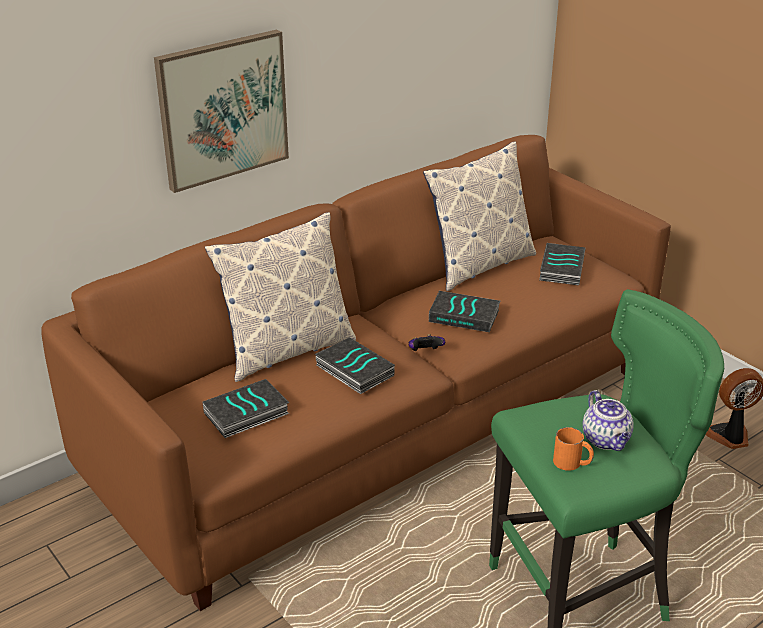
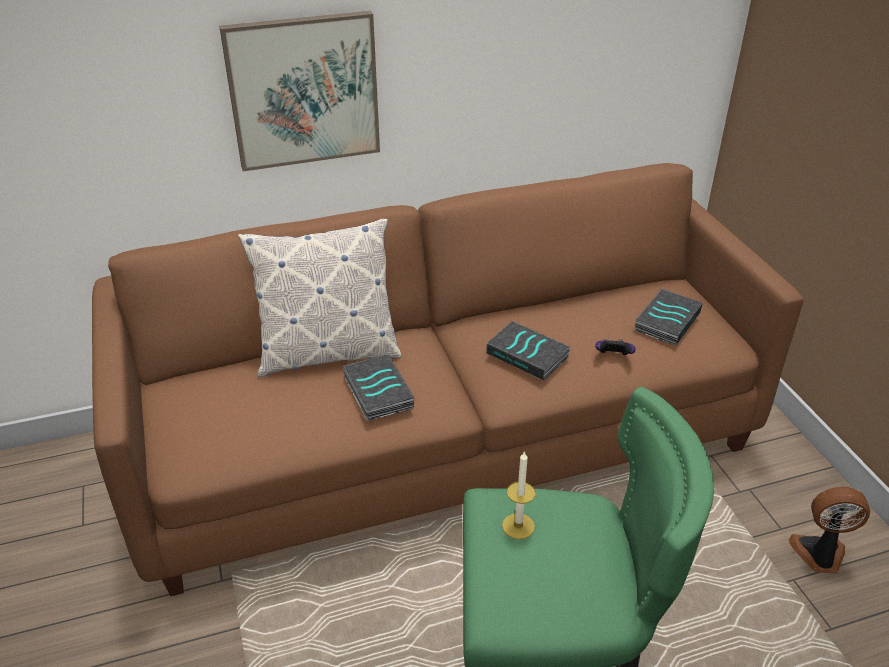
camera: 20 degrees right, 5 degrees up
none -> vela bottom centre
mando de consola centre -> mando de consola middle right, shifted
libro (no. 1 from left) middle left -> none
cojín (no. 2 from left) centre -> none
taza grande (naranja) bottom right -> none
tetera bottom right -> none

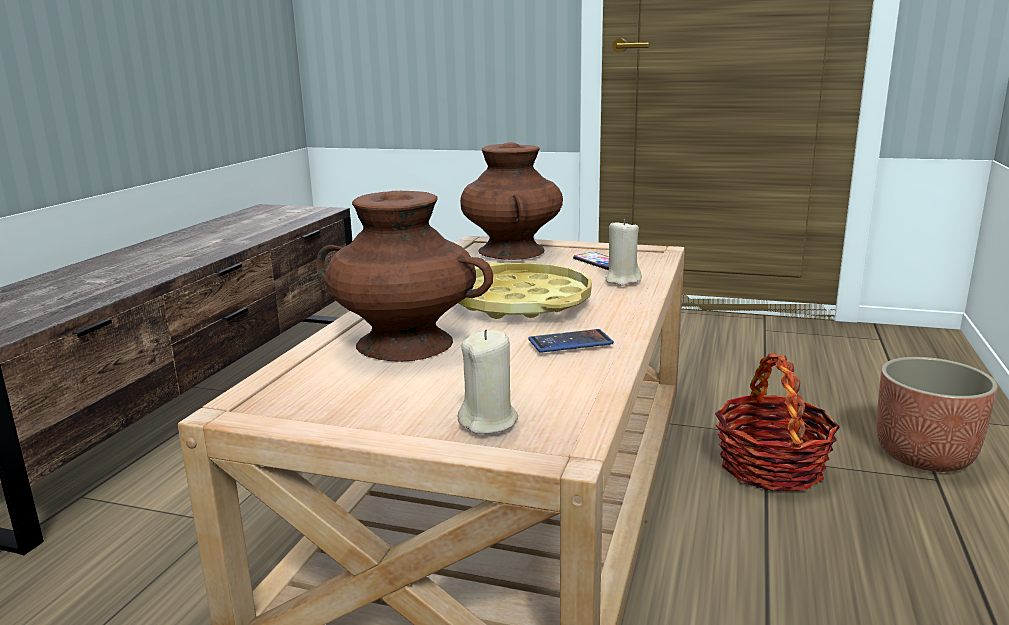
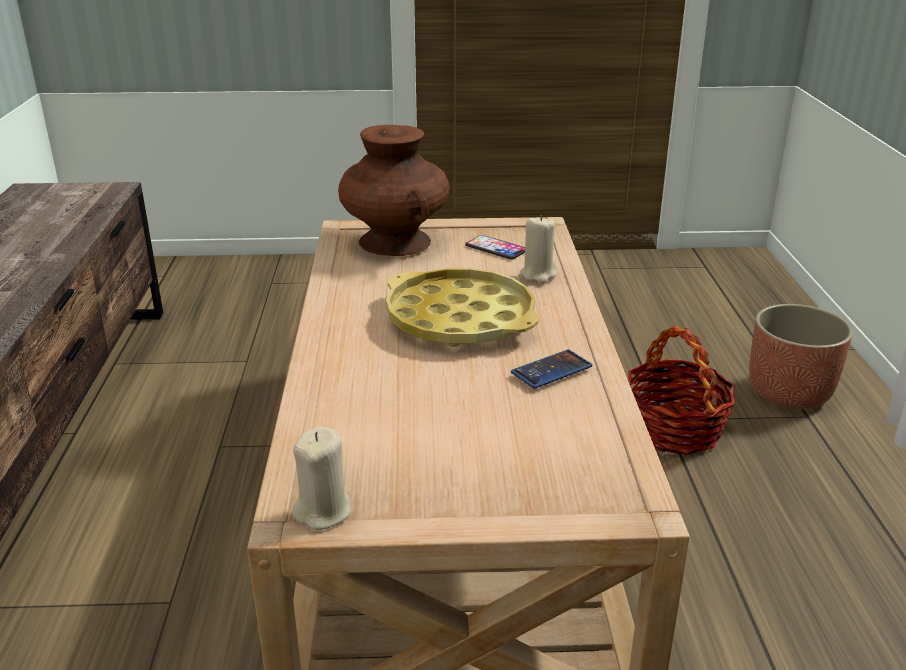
camera: 20 degrees left, 10 degrees up
vela (beis) (no. 1 from left) centre -> vela (beis) (no. 1 from left) bottom centre, shifted
florero (marrón) (no. 1 from left) centre -> none

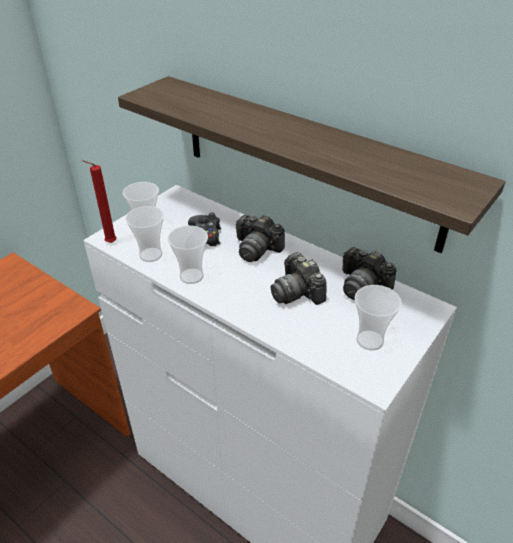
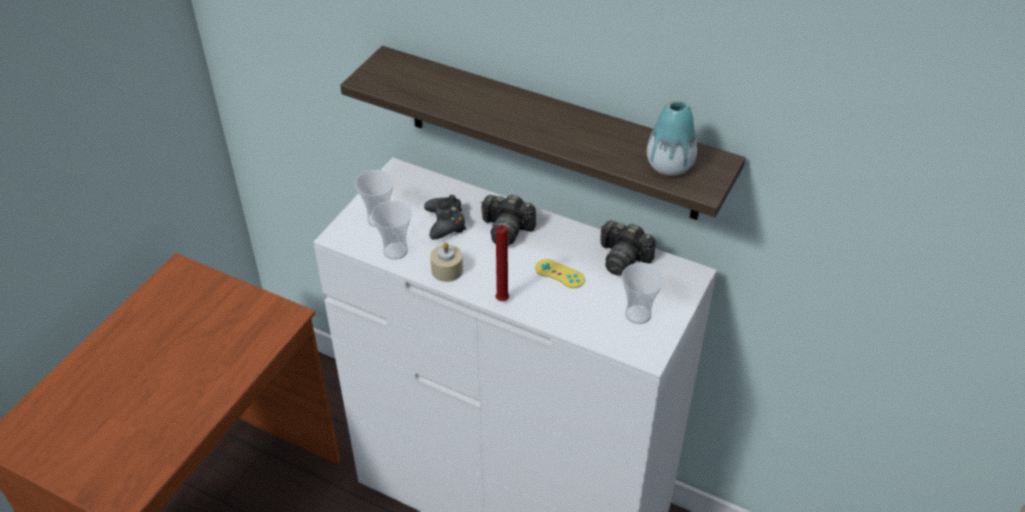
camera: 10 degrees left, 5 degrees up
taza (no. 3 from left) centre -> vela (beis) centre
vela (rojo) middle left -> vela (rojo) centre, shifted
cámara (no. 2 from left) centre -> mando de consola (amarillo) centre
none -> florero top centre

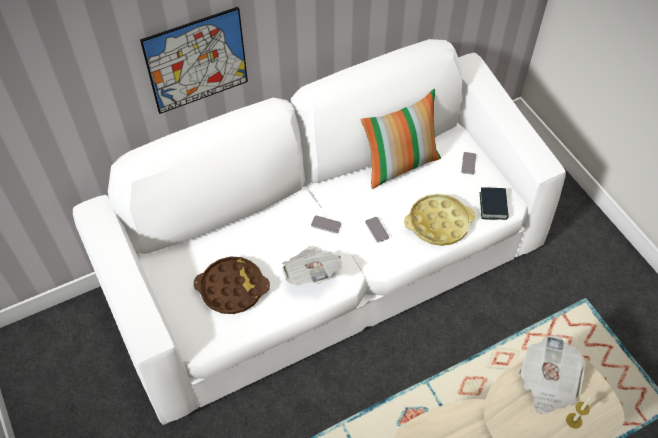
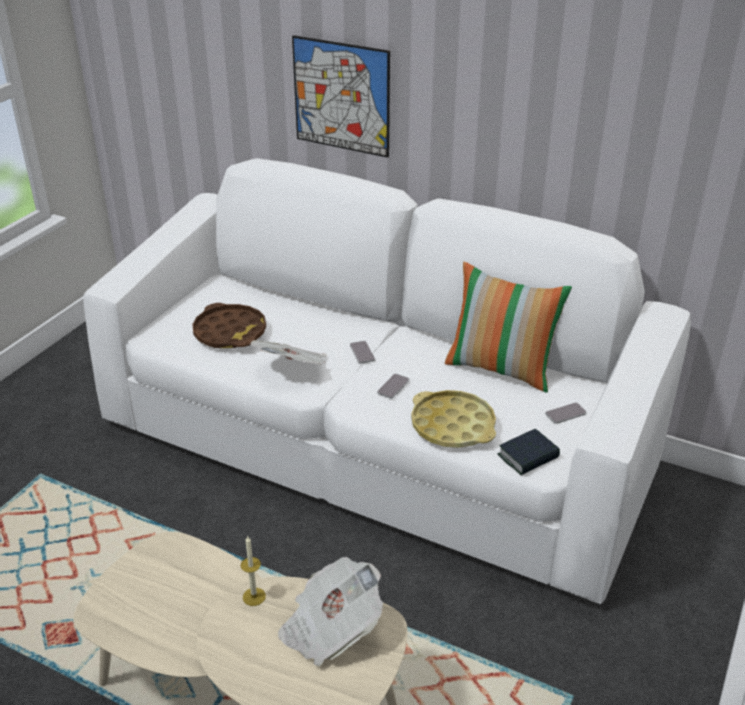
camera: 55 degrees right, 20 degrees down
vela bottom right -> vela bottom centre, shifted

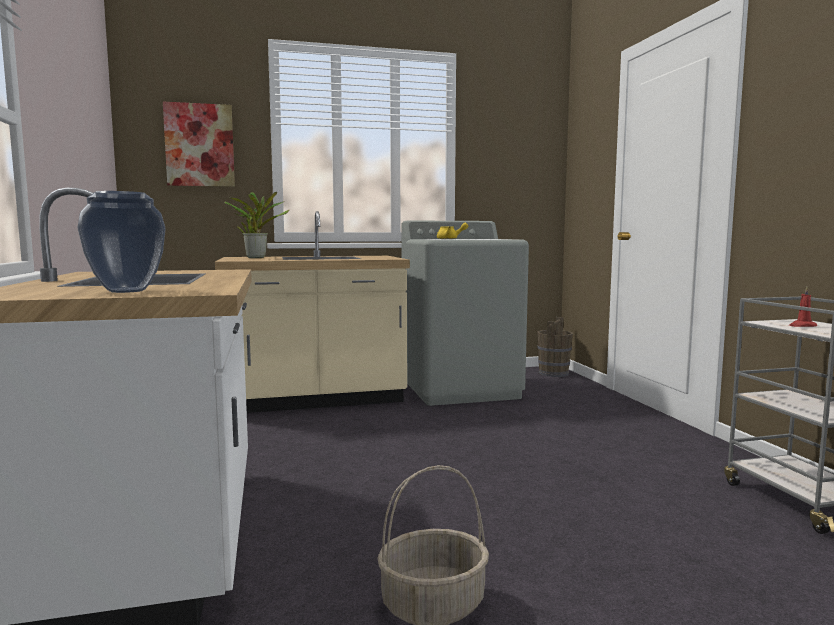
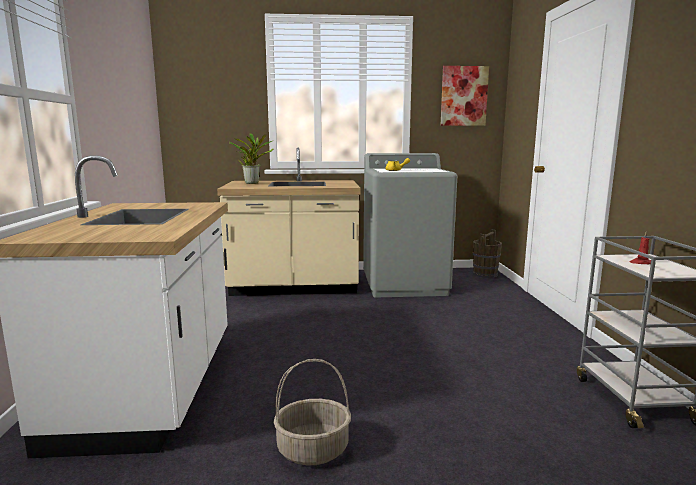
camera: 10 degrees right, 5 degrees up
cuadro top left -> cuadro top right, shifted
florero middle left -> none

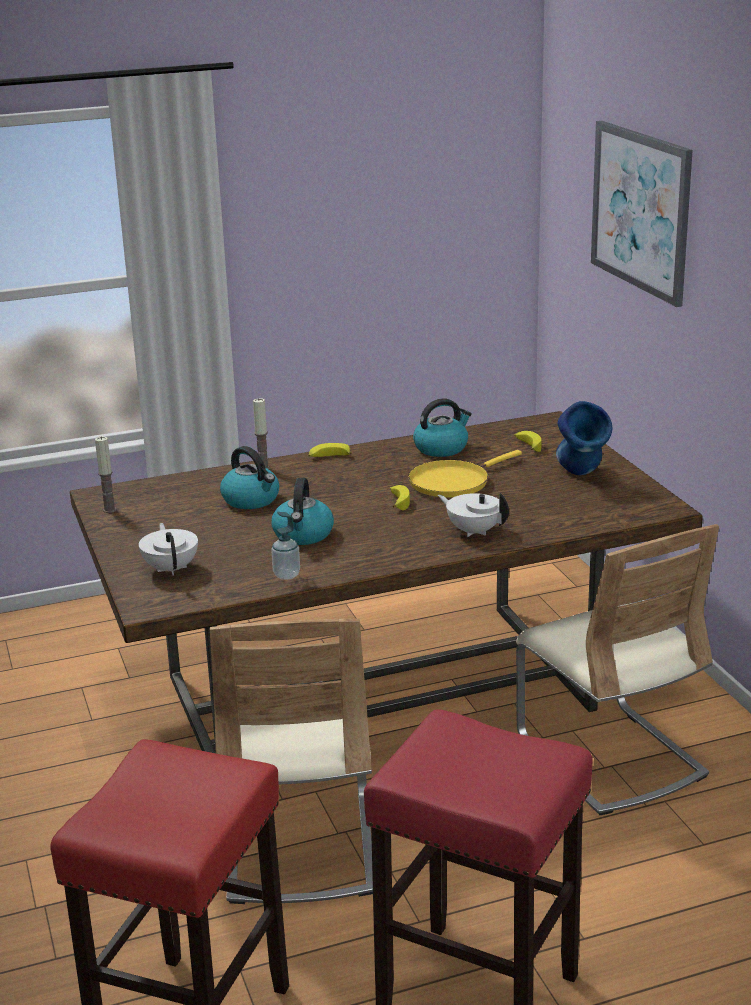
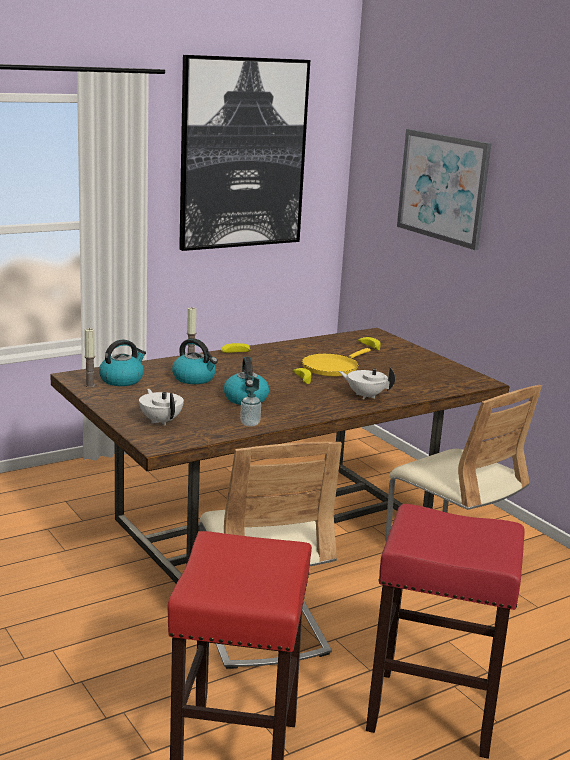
camera: 15 degrees left, 5 degrees down
hervidor (no. 3 from left in the first image) centre -> hervidor (no. 1 from left) middle left, shifted
none -> cuadro (no. 1 from left) top centre
florero (azul) middle right -> none

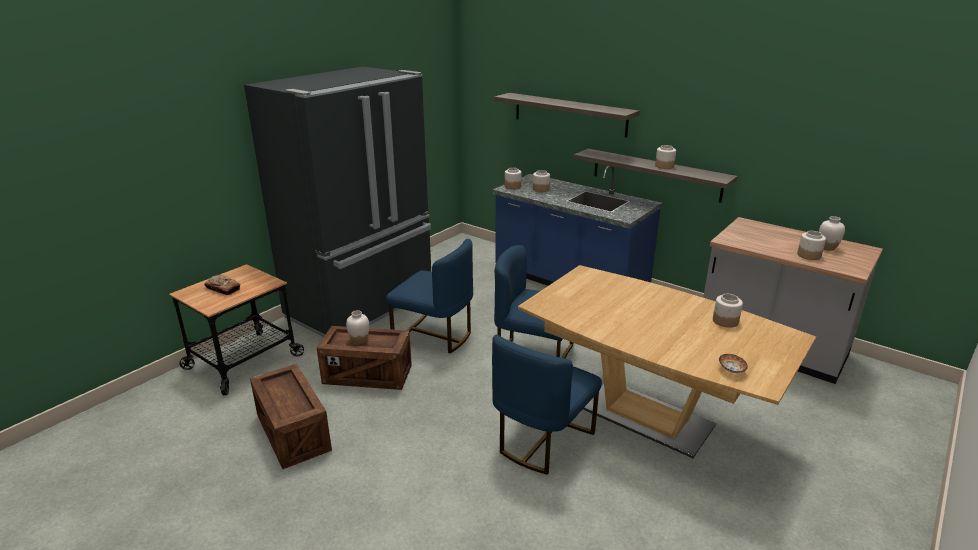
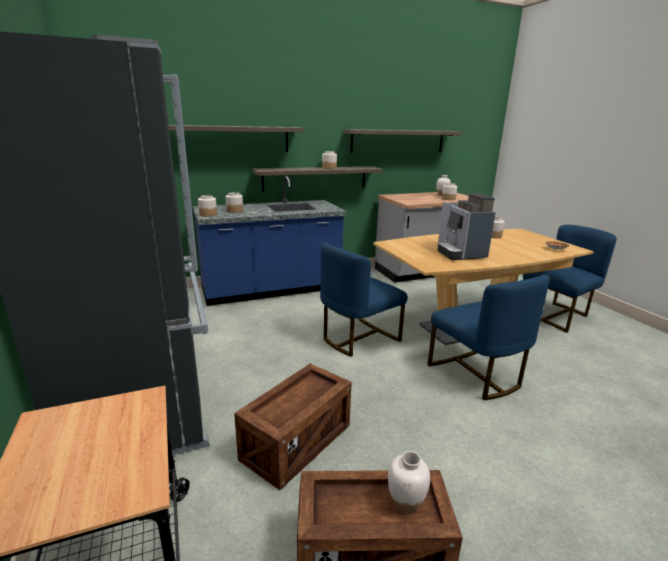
camera: 60 degrees left, 5 degrees down
none -> estante (no. 3 from left) top centre
florero (blanco) (no. 1 from left) centre -> florero (blanco) (no. 1 from left) bottom centre, shifted
none -> cafetera middle right
silla (azul) (no. 1 from left in the first image) centre -> silla (azul) (no. 3 from left) middle right, shifted
pan middle left -> none

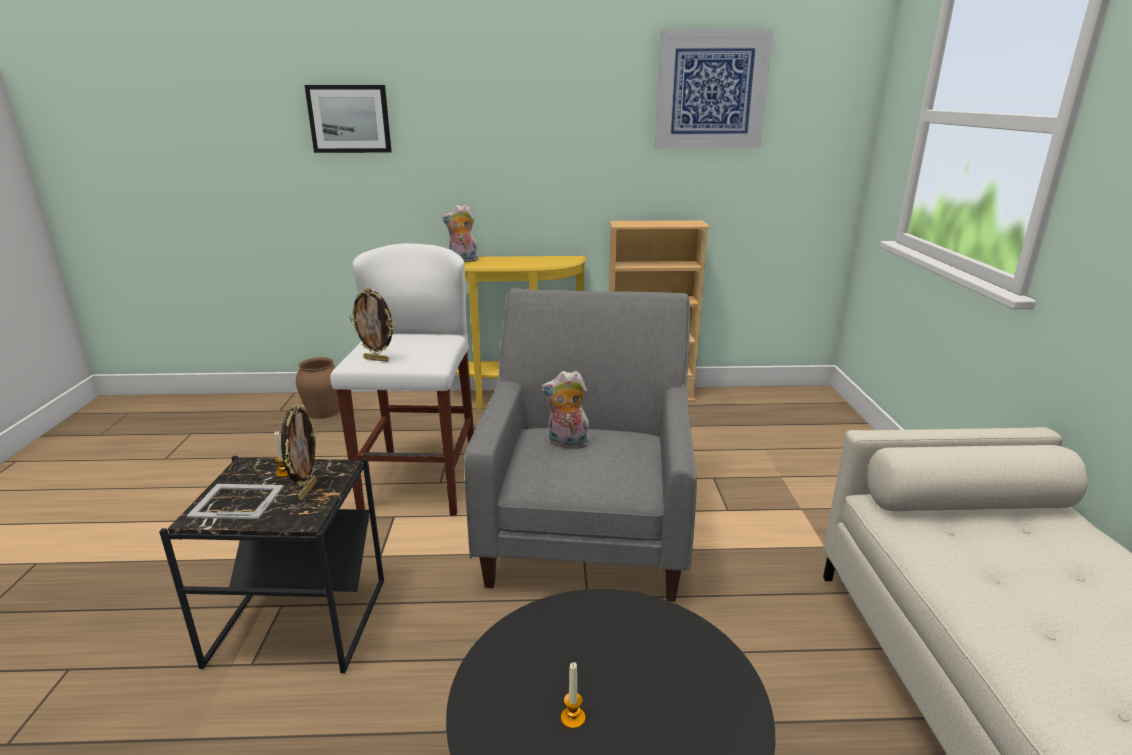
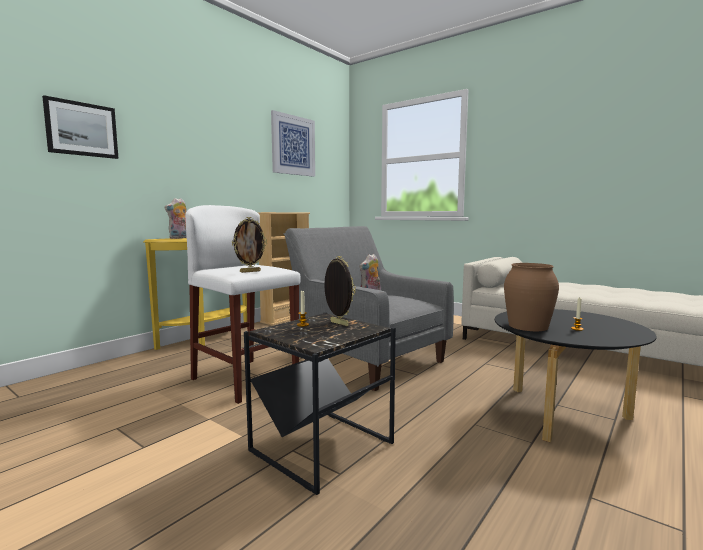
camera: 50 degrees left, 15 degrees down
florero (marrón) middle left -> florero (marrón) middle right, shifted
portarretratos (no. 1 from left) middle left -> none

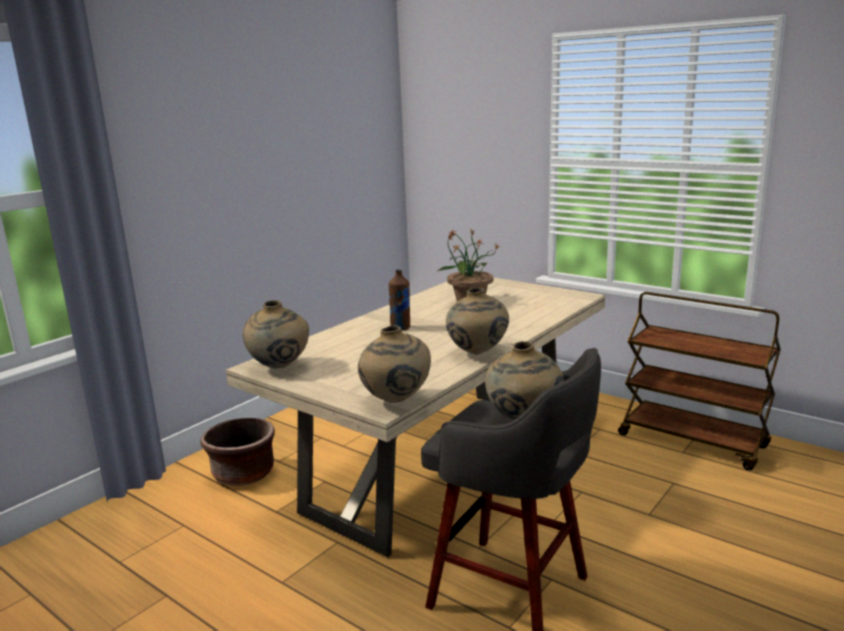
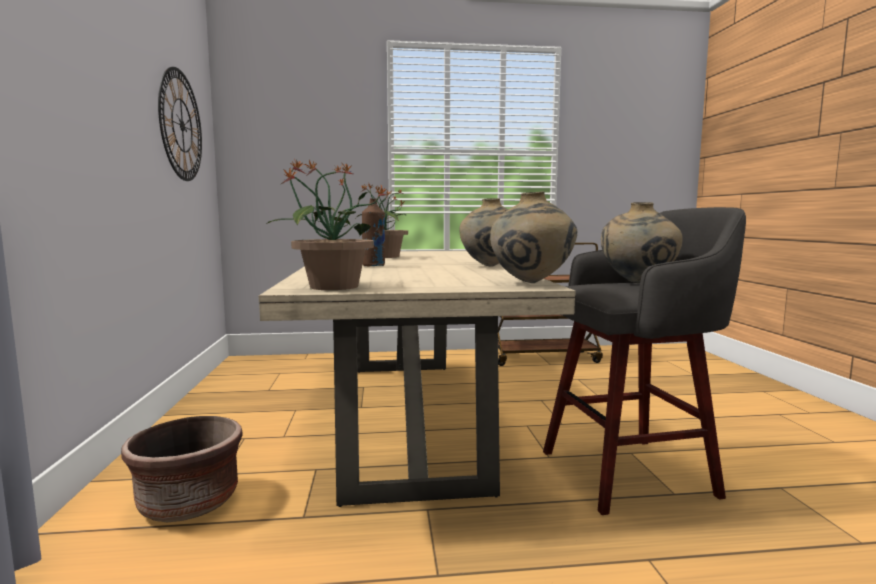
camera: 45 degrees left, 10 degrees down
none -> reloj de pared top left
florero (beis) (no. 1 from left) middle left -> planta en maceta (no. 1 from left) centre

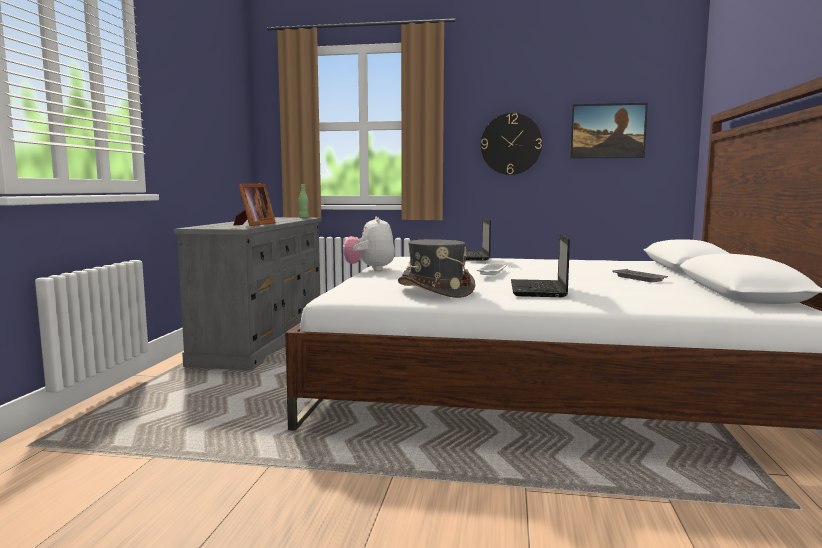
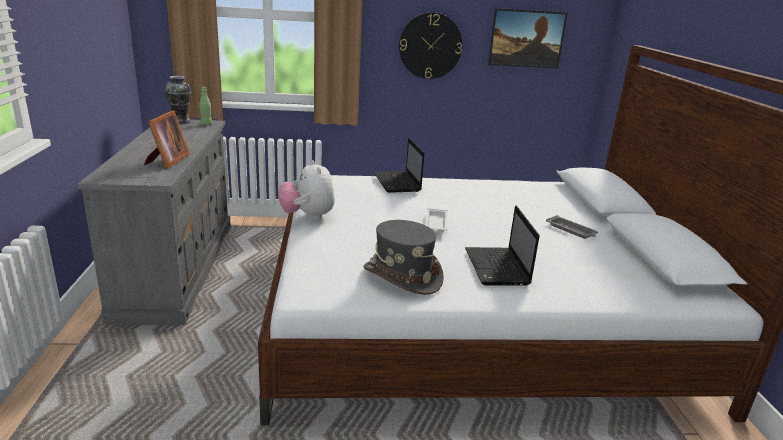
camera: 15 degrees left, 15 degrees up
none -> florero top left

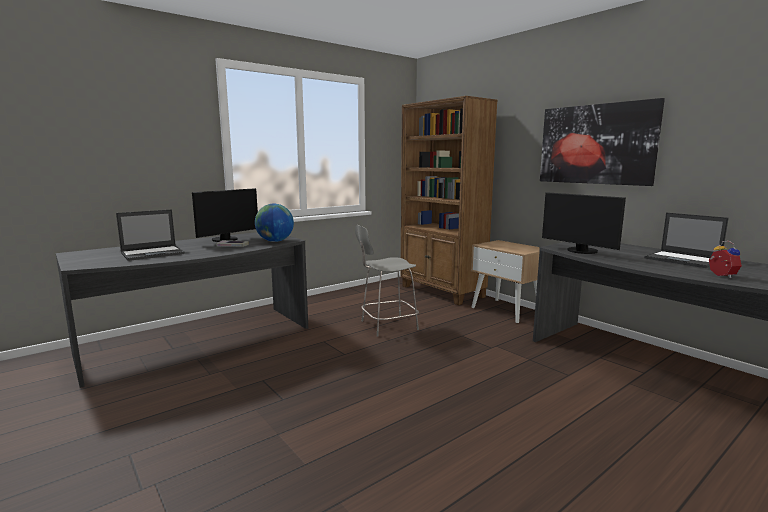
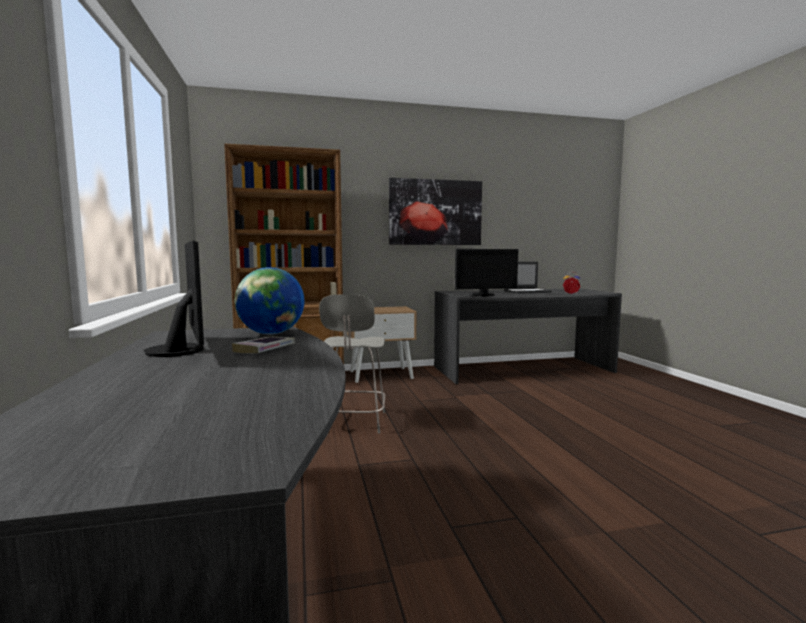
camera: 65 degrees left, 5 degrees down
portátil (no. 1 from left) middle left -> none

